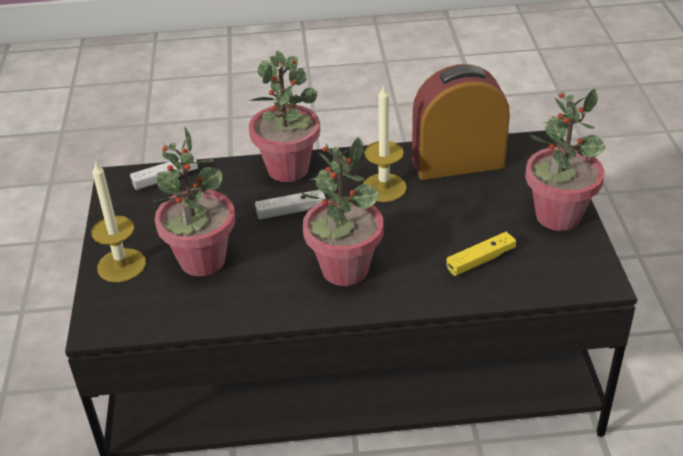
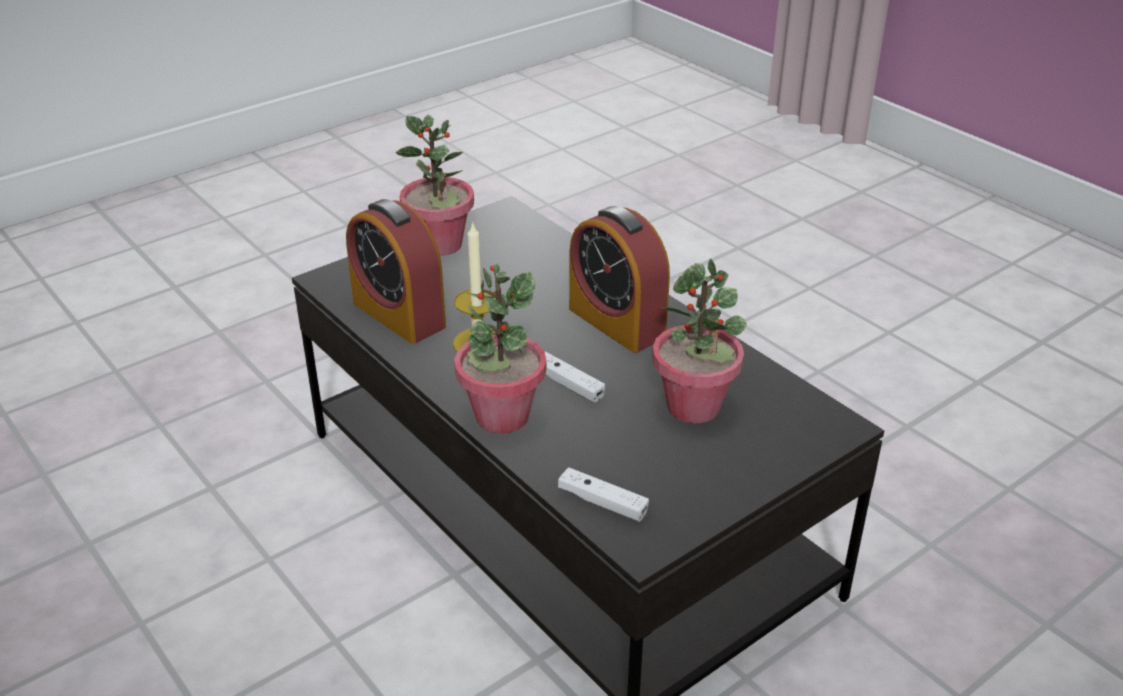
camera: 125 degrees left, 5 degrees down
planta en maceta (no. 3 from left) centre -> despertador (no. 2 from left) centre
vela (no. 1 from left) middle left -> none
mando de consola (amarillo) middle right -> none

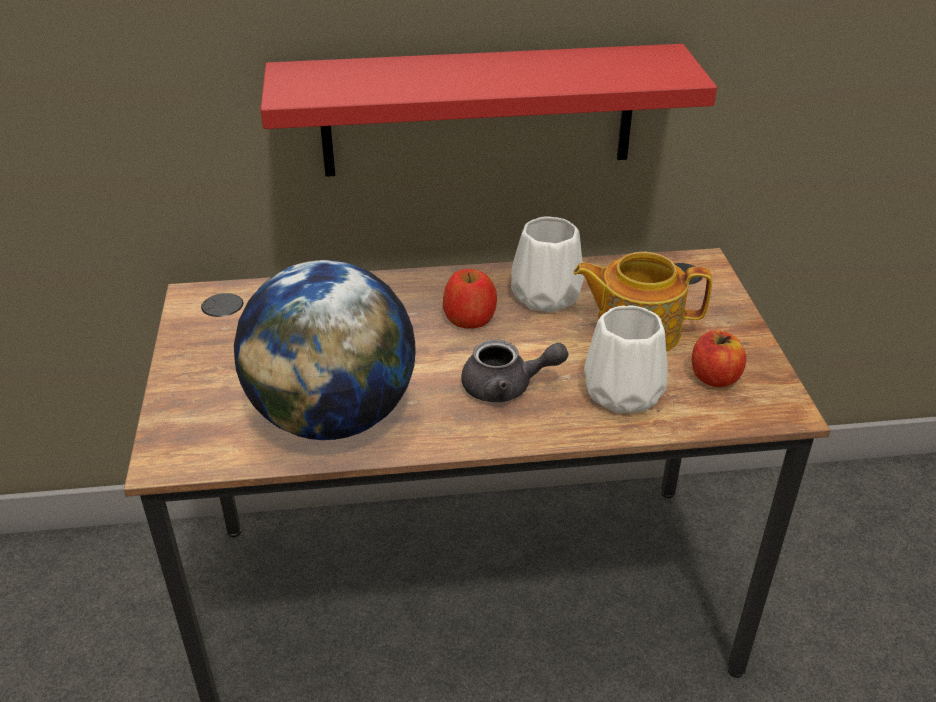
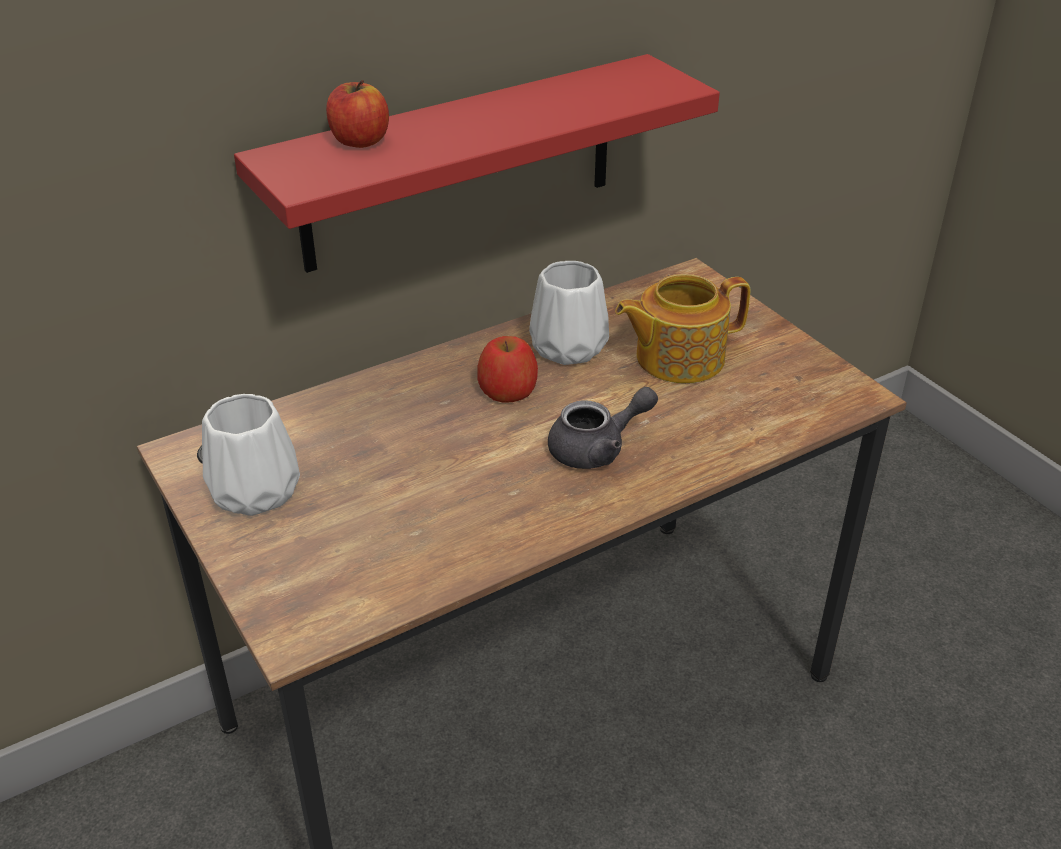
camera: 25 degrees left, 0 degrees up
florero (blanco) (no. 2 from left in the first image) middle right -> florero (blanco) (no. 1 from left) middle left, shifted
manzana (no. 2 from left in the first image) middle right -> manzana (no. 1 from left) top centre, shifted
globo terráqueo centre -> none

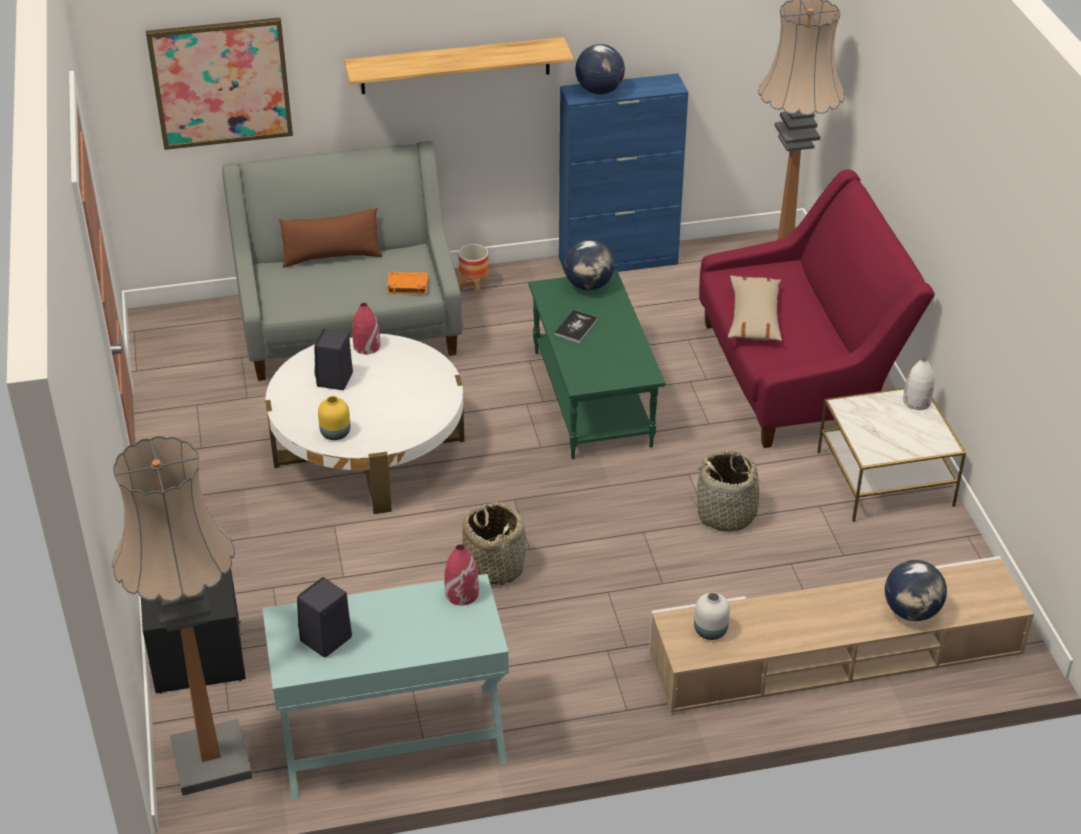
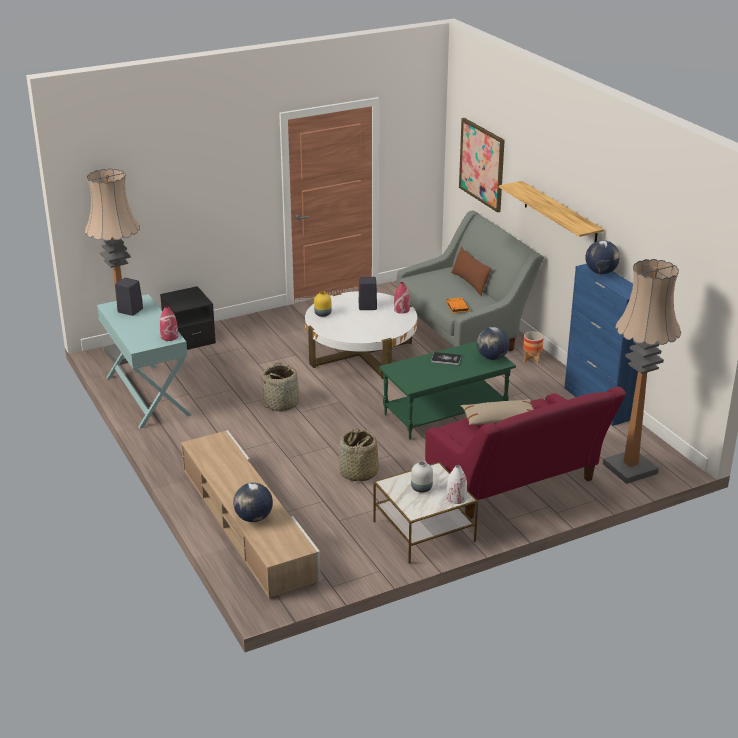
camera: 75 degrees right, 10 degrees down
florero (blanco) (no. 1 from left) bottom centre -> florero (blanco) (no. 1 from left) centre, shifted

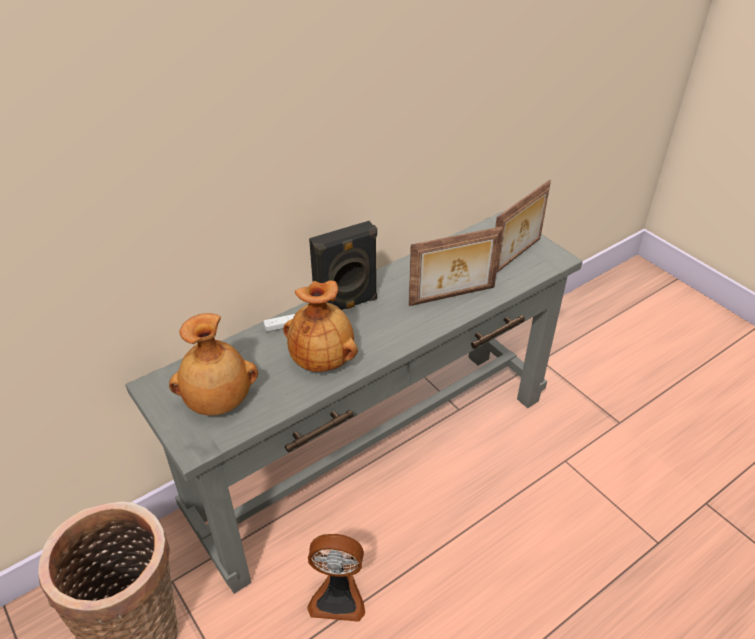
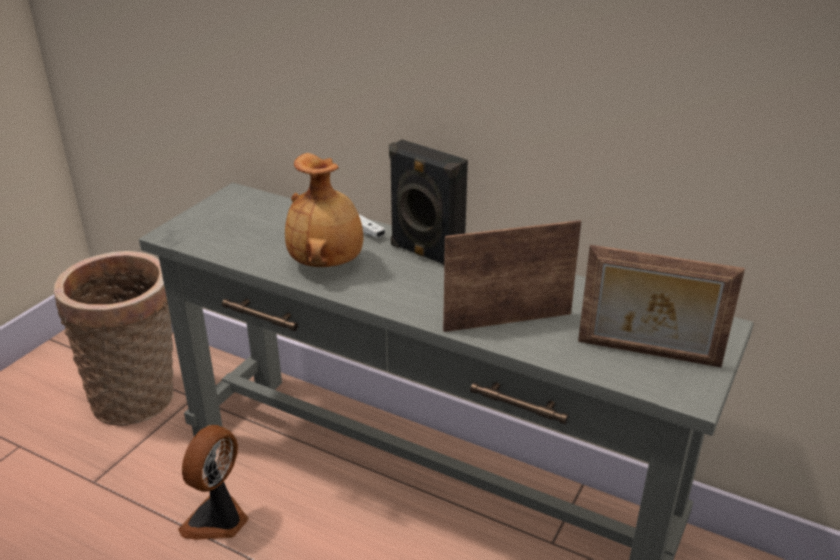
camera: 65 degrees right, 10 degrees down
ventilador bottom centre -> ventilador bottom left, 45 degrees clockwise
portarretratos (no. 1 from left) centre, 120 degrees clockwise
florero (marrón) (no. 1 from left) middle left -> none

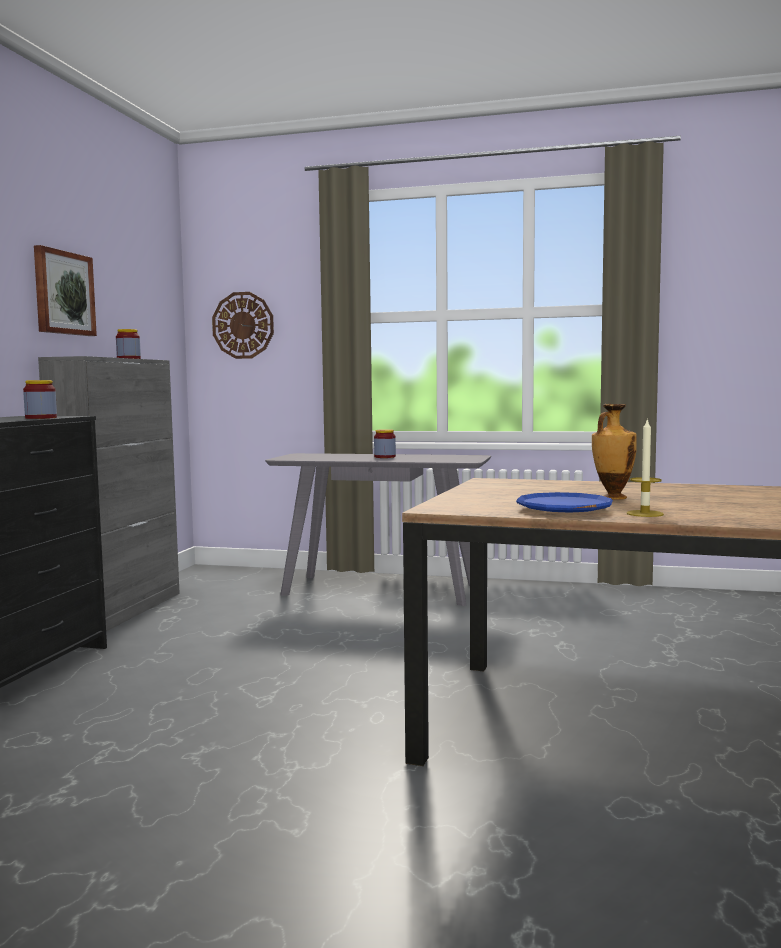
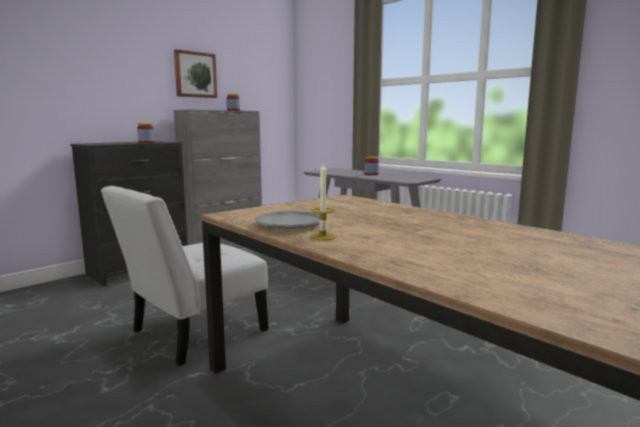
camera: 30 degrees right, 5 degrees up
none -> silla (blanco) middle left
plato (azul) middle right -> plato (gris) centre
reloj de pared middle left -> none
florero middle right -> none

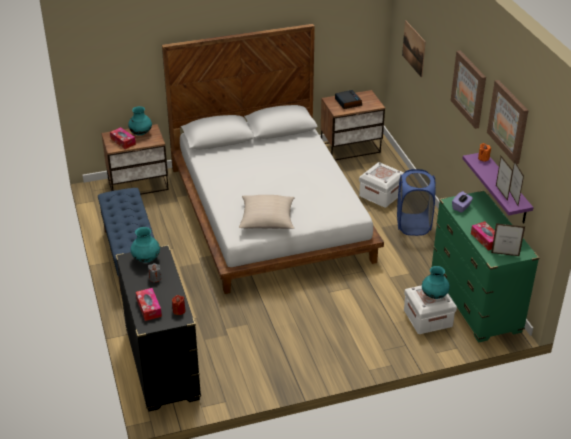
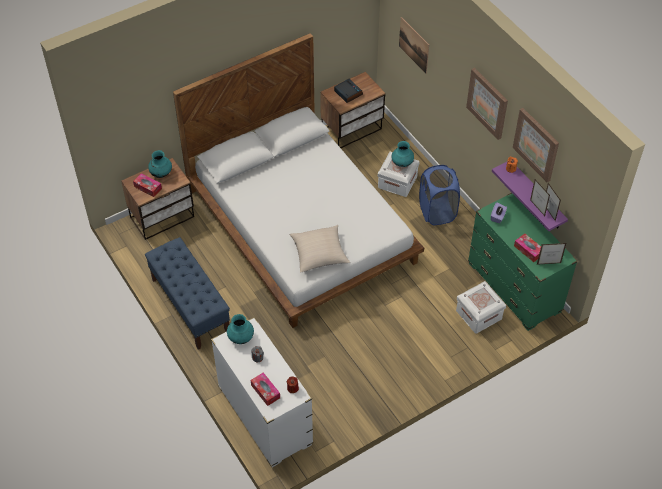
camera: 15 degrees left, 15 degrees up
cómoda (negro) bottom left -> cómoda (blanco) bottom centre
florero (turquesa) (no. 3 from left) middle right -> florero (turquesa) (no. 3 from left) top centre, shifted

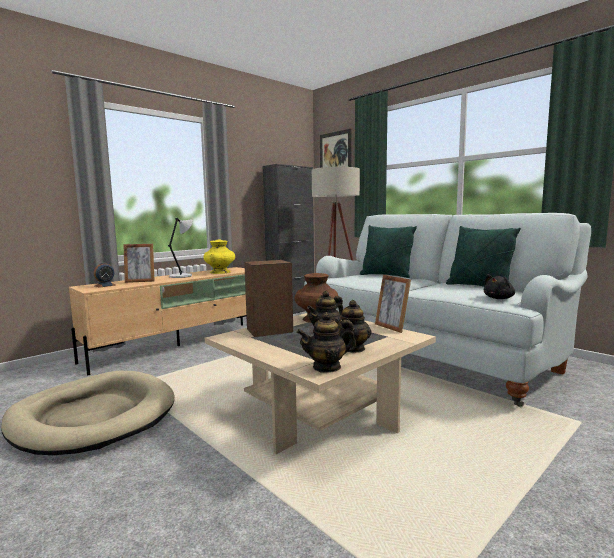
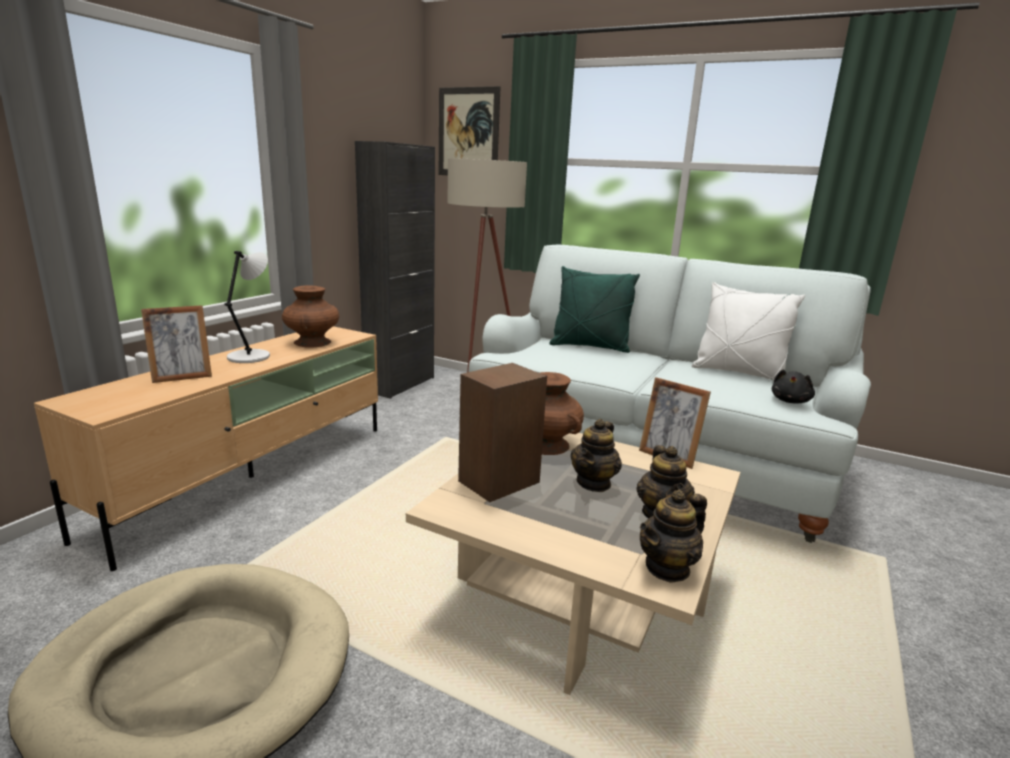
camera: 20 degrees left, 10 degrees up
florero (amarillo) centre -> florero (marrón) (no. 1 from left) middle left
cojín (verde) (no. 2 from left) middle right -> cojín (blanco) middle right
despertador middle left -> none

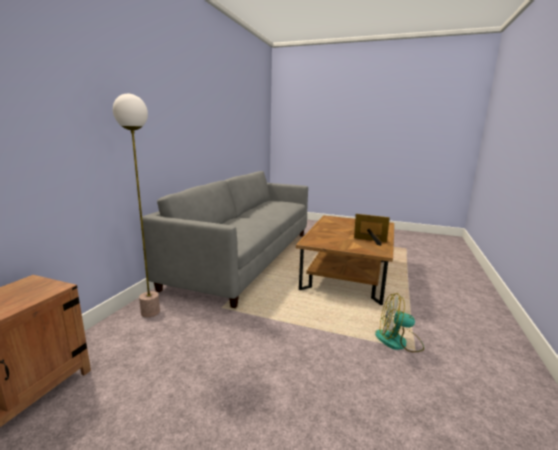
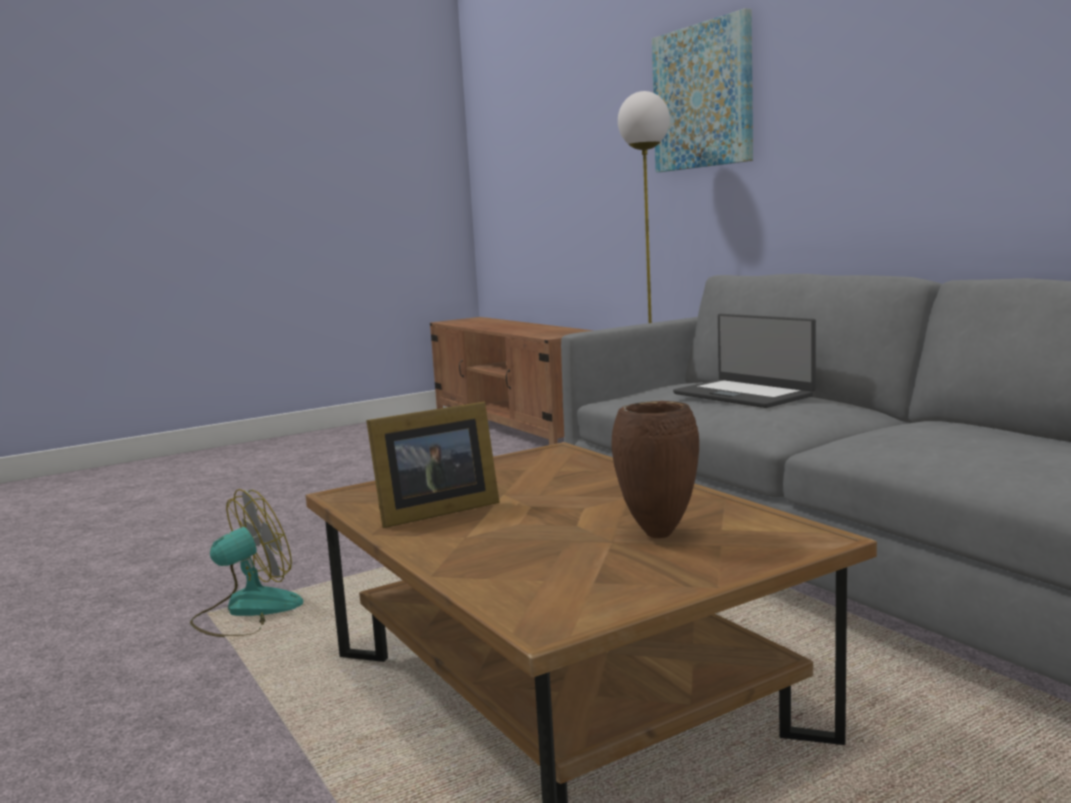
camera: 130 degrees right, 5 degrees down
none -> florero (marrón) centre
none -> cuadro top centre
none -> portátil middle right

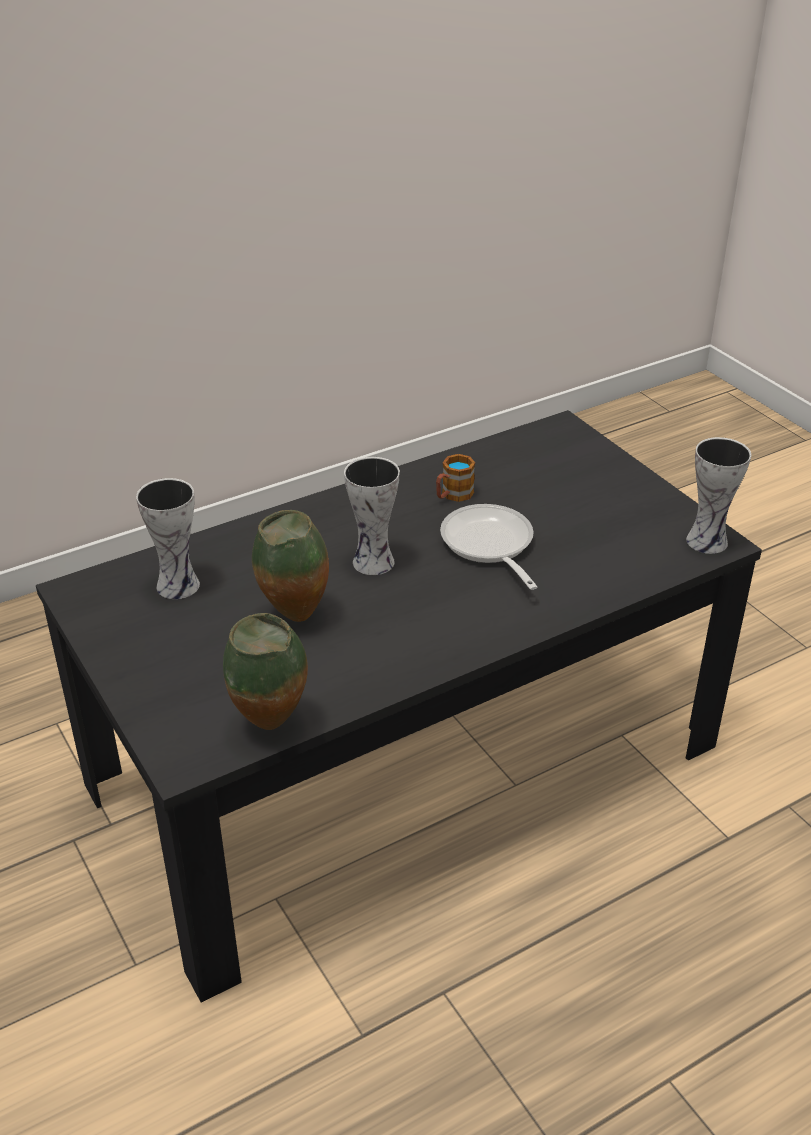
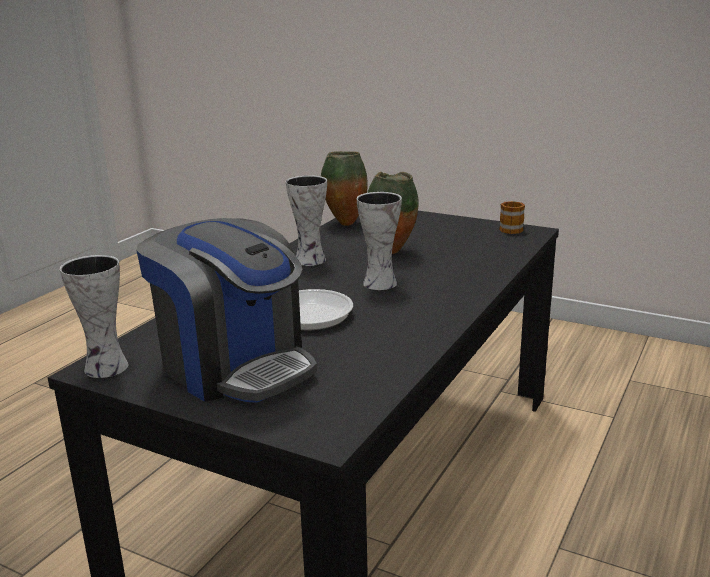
camera: 150 degrees right, 15 degrees down
none -> cafetera middle left
florero (no. 1 from left in the first image) middle left -> florero (no. 2 from left) centre, shifted
taza grande centre -> taza grande middle right, shifted

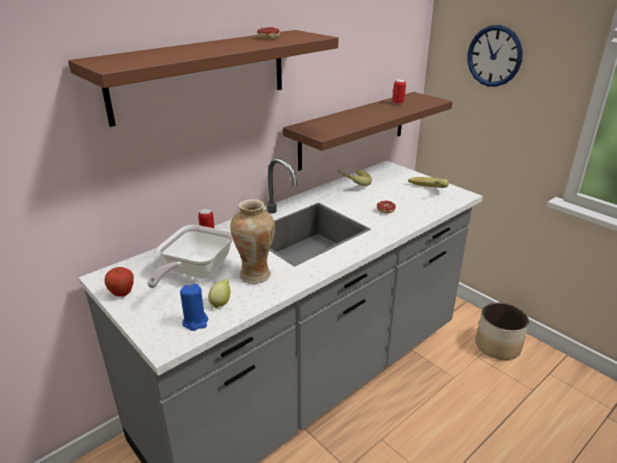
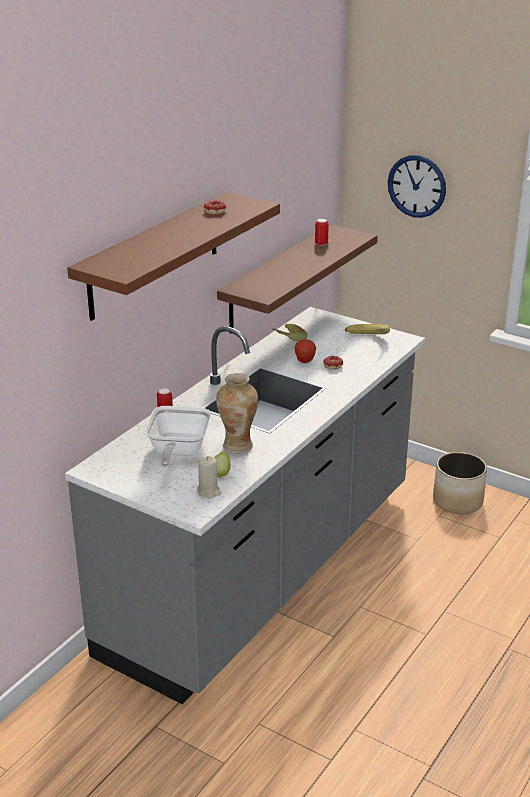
camera: 15 degrees left, 0 degrees up
vela (azul) middle left -> vela (beis) centre
manzana middle left -> manzana centre, shifted

